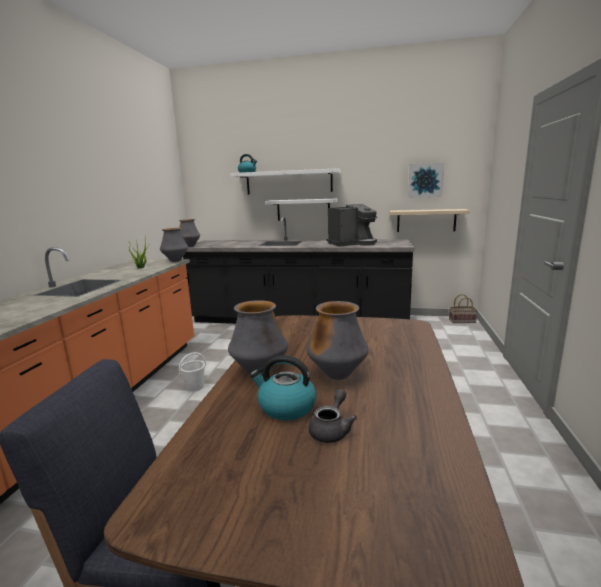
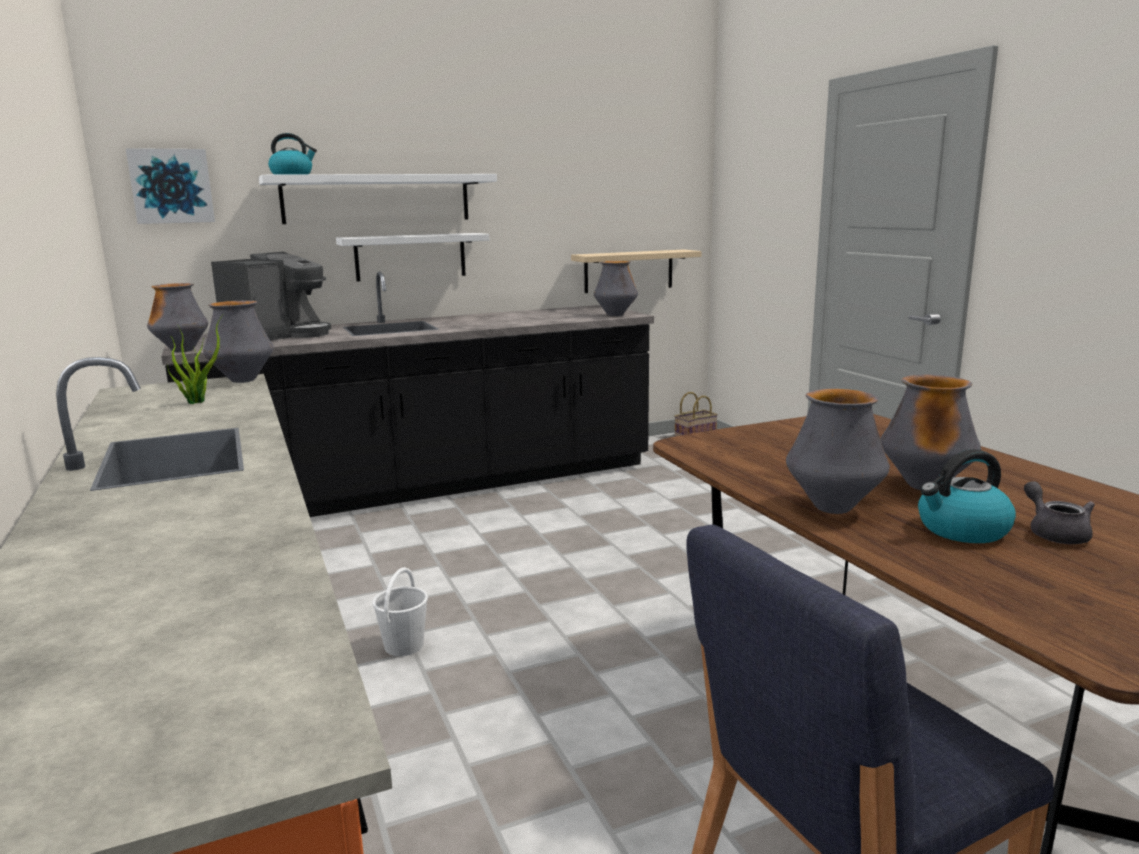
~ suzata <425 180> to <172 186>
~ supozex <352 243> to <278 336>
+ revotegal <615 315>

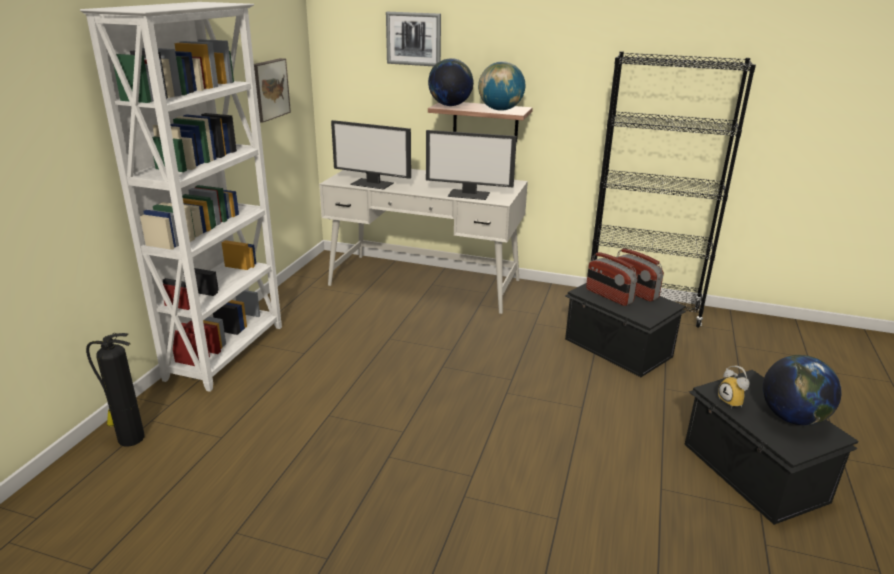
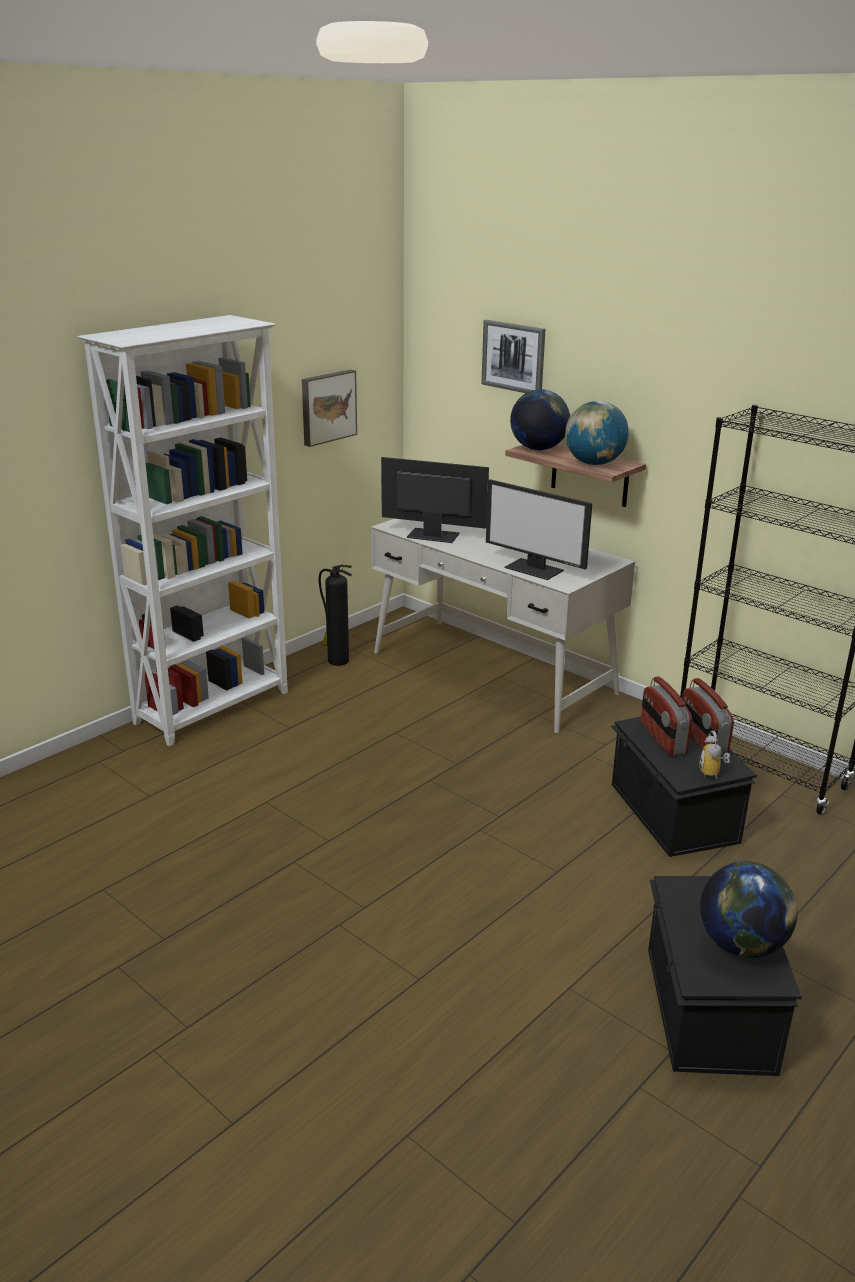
~ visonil <130 438> to <337 660>
~ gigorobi <373 183> = <432 536> 150 degrees clockwise
~ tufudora <733 402> to <713 773>

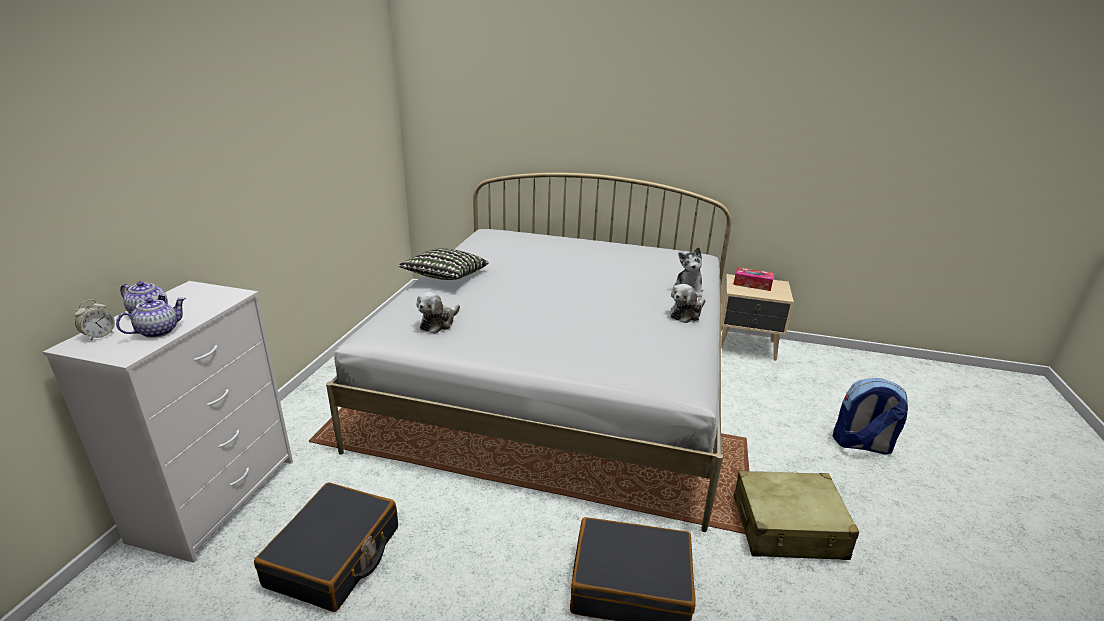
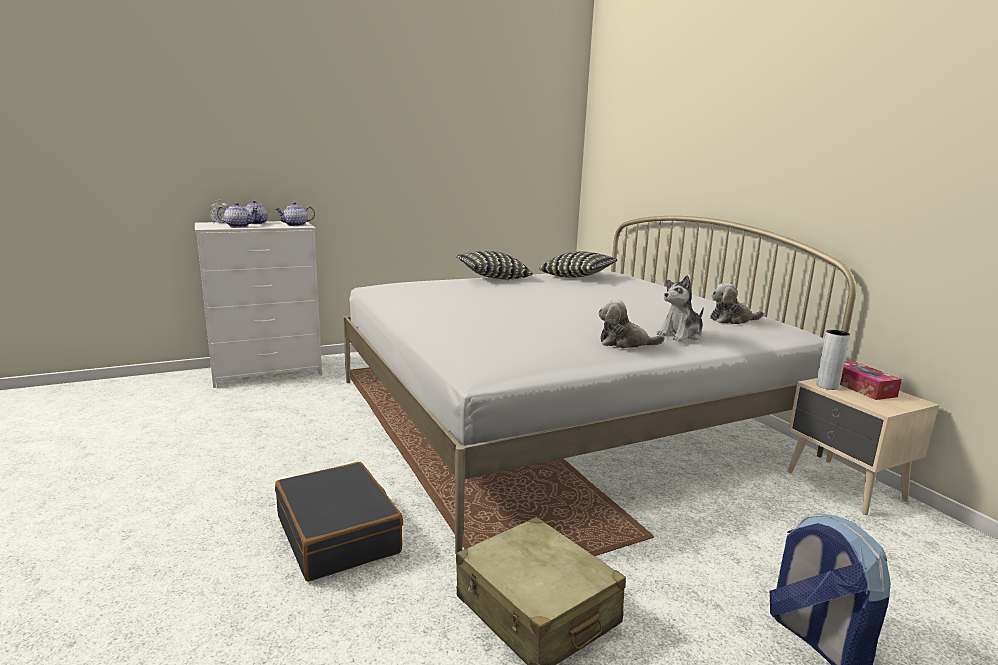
+ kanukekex <295 225>
+ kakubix <577 277>
~ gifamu <438 323> to <732 320>
+ revotegal (grey) <827 386>
- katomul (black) <335 557>

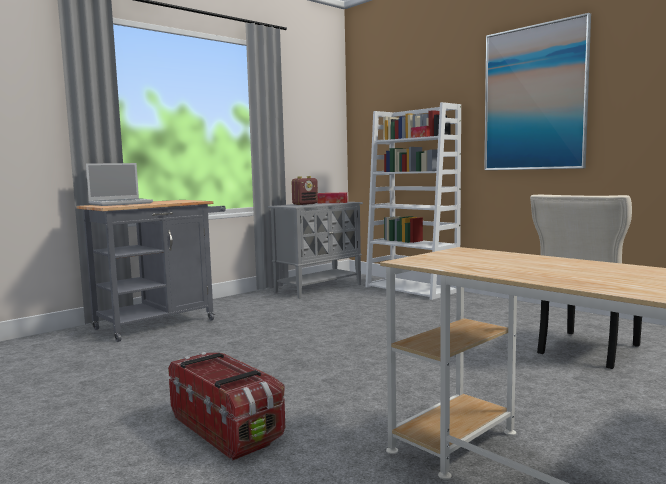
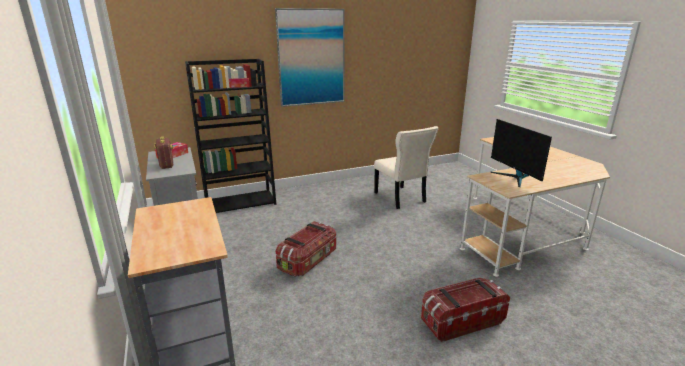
~ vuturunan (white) <412 289> to vuturunan (black) <241 202>
+ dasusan <308 261>
+ gigorobi <514 178>
- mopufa <121 204>

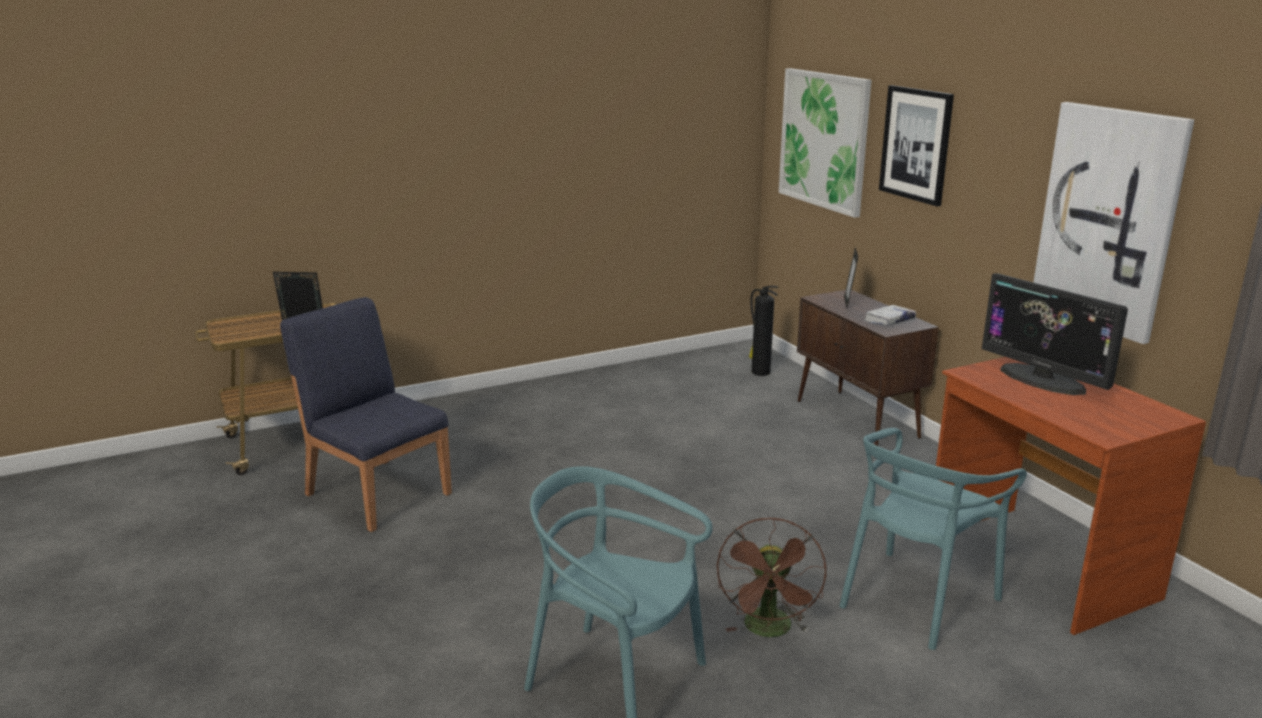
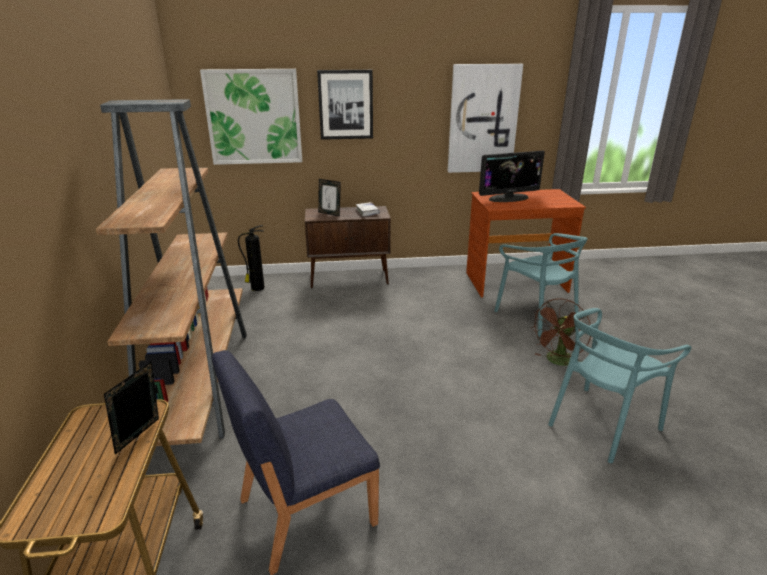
+ vuturunan (brown) <198 380>
~ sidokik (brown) <769 631> = <557 362> 105 degrees clockwise

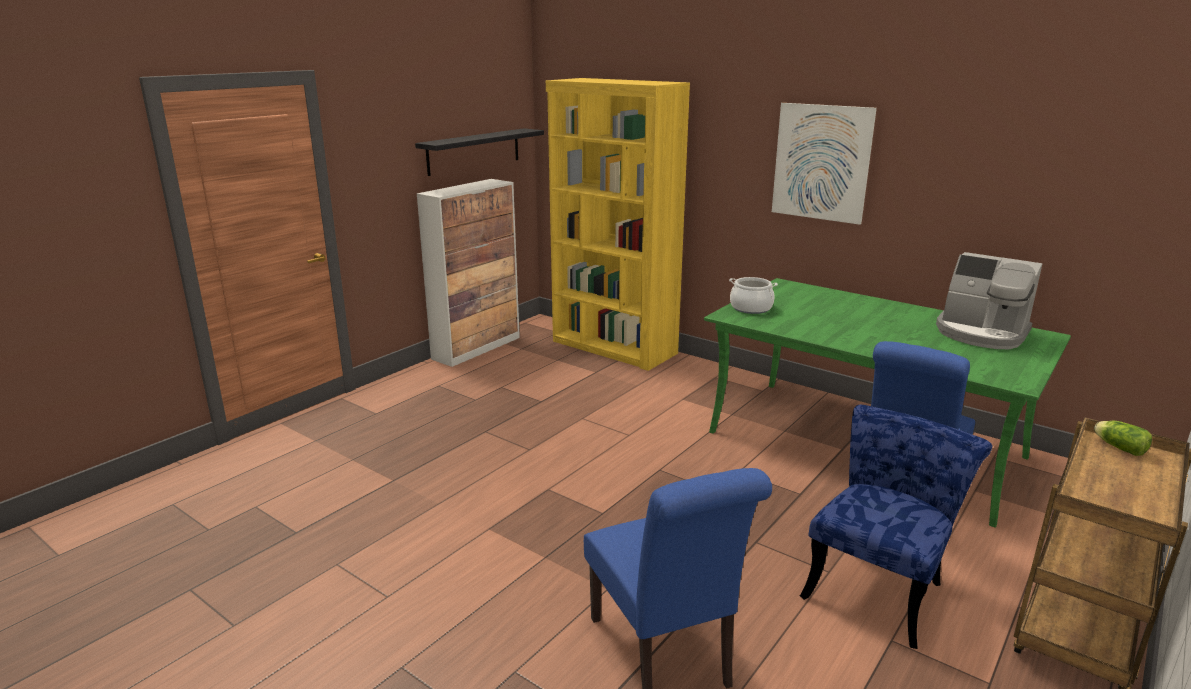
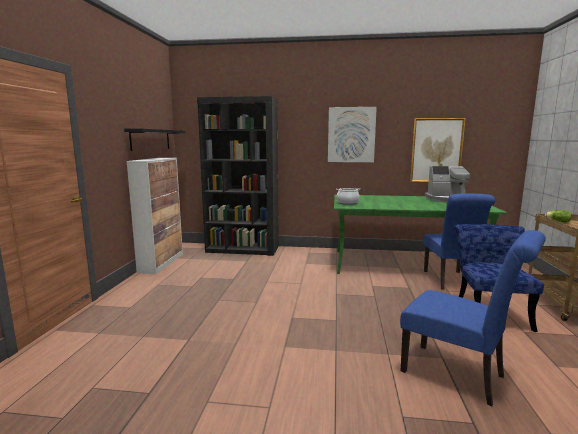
~ vuturunan (yellow) <614 347> to vuturunan (black) <242 249>
+ suzata <436 150>

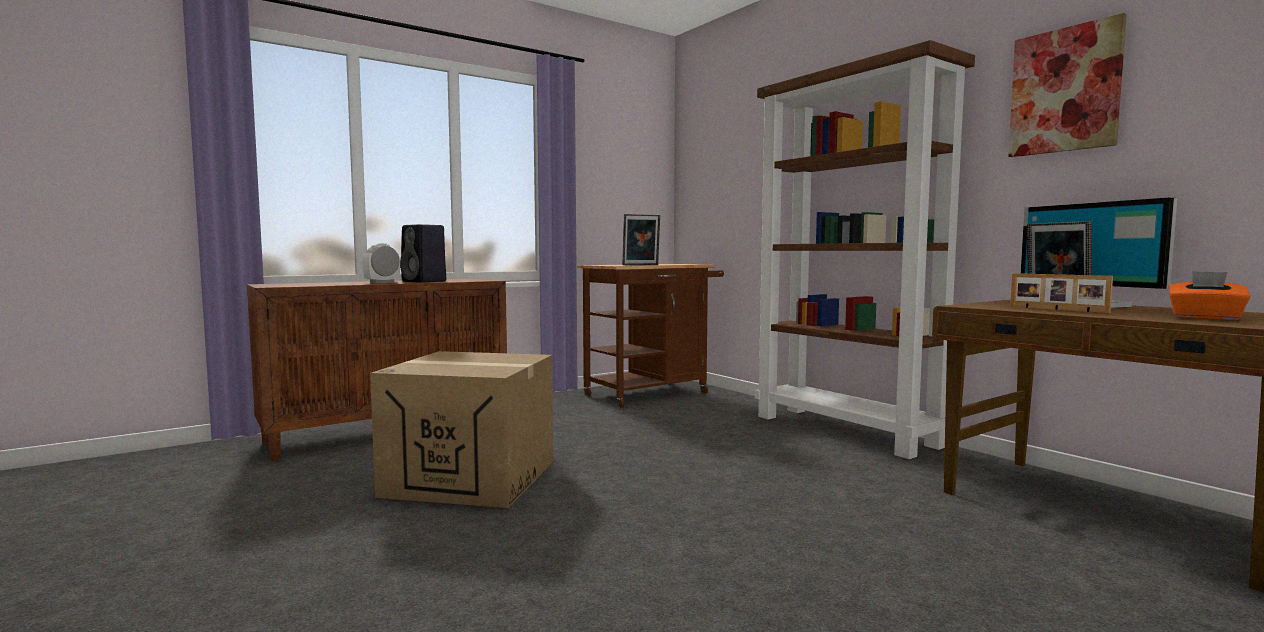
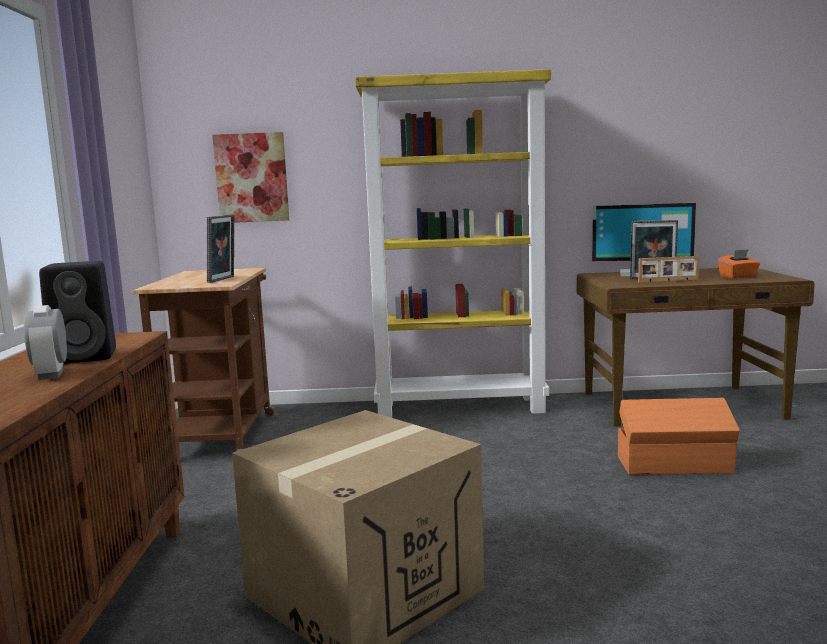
~ suzata <1064 90> to <251 178>
~ vuturunan (brown) <846 431> to vuturunan (yellow) <461 407>
+ dasusan (orange) <675 465>

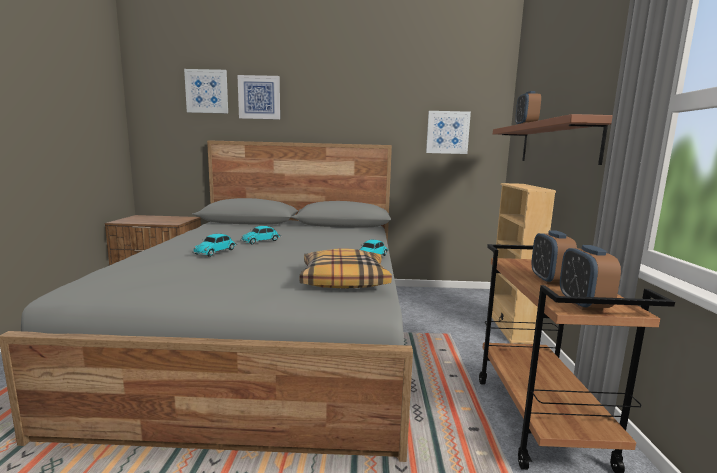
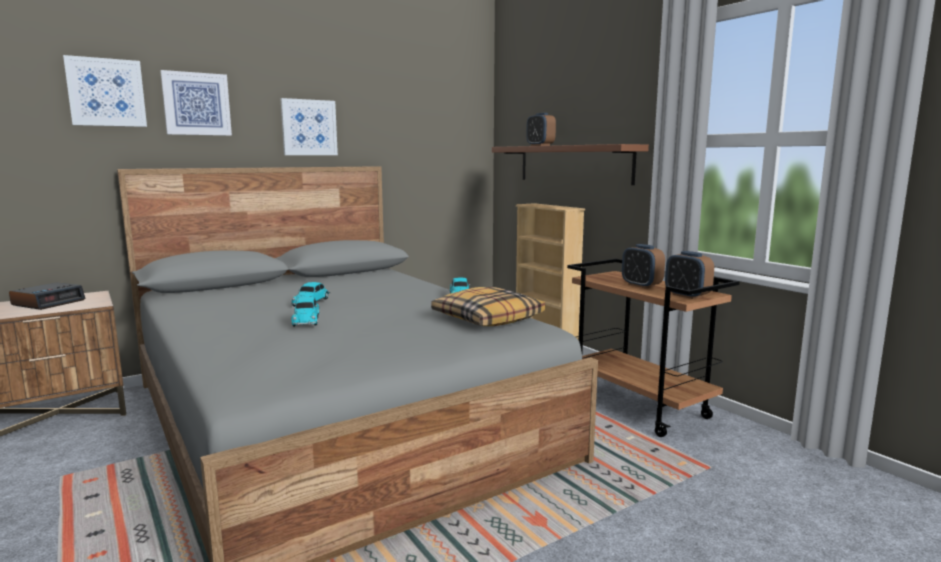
+ tufudora <49 302>
~ suzata <447 132> to <309 127>

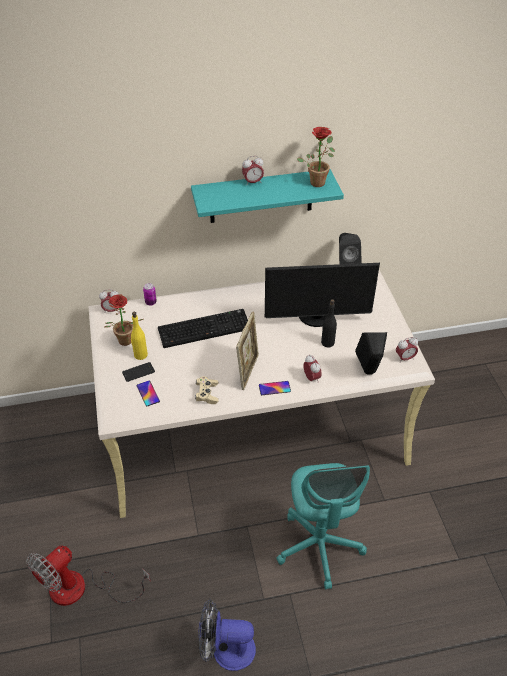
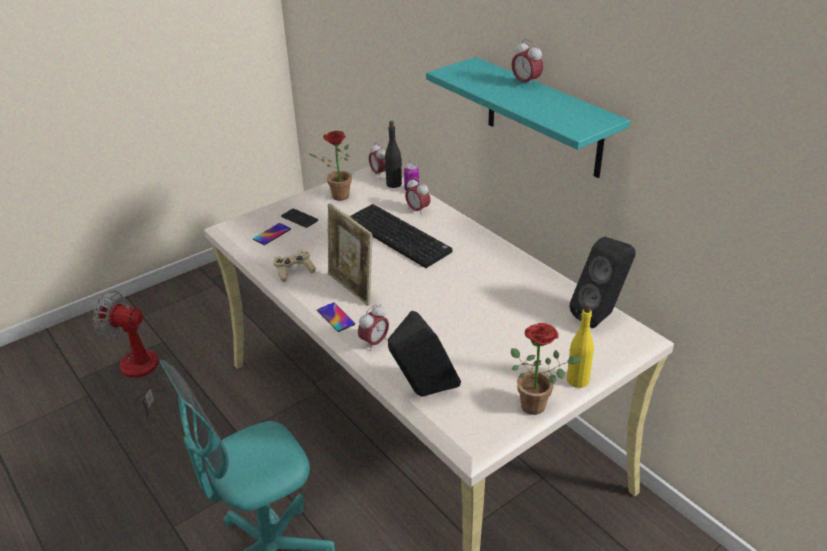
~ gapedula <248 371> = <351 288> 60 degrees clockwise
~ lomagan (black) <327 342> to <394 184>
~ tufudora <405 358> to <417 210>
~ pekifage <318 181> to <538 404>
~ lomagan (yellow) <140 355> to <577 380>
- sidokik <226 649>
- gigorobi <317 317>

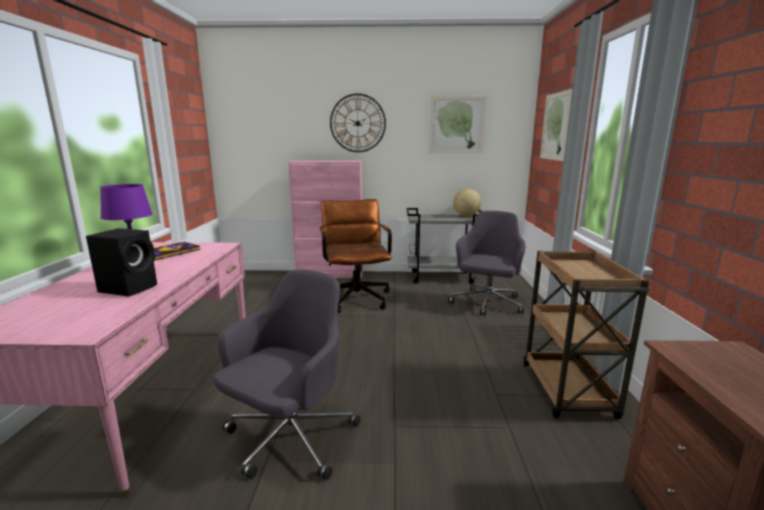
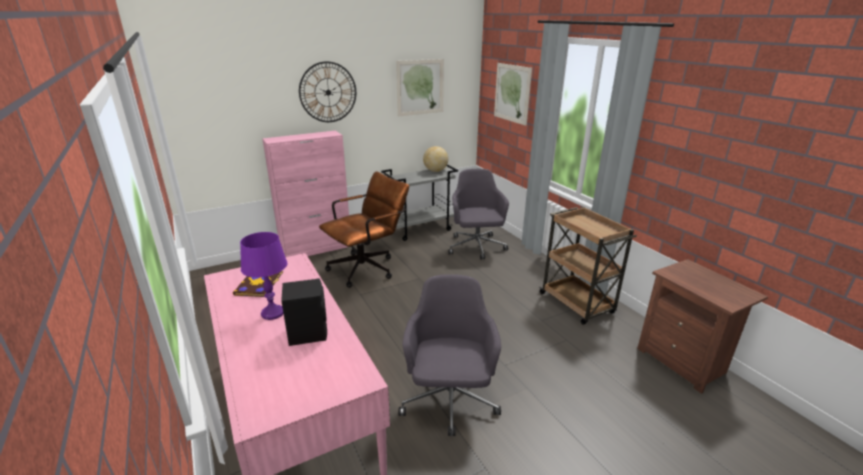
~ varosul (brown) <356 296> = <368 267> 90 degrees clockwise

